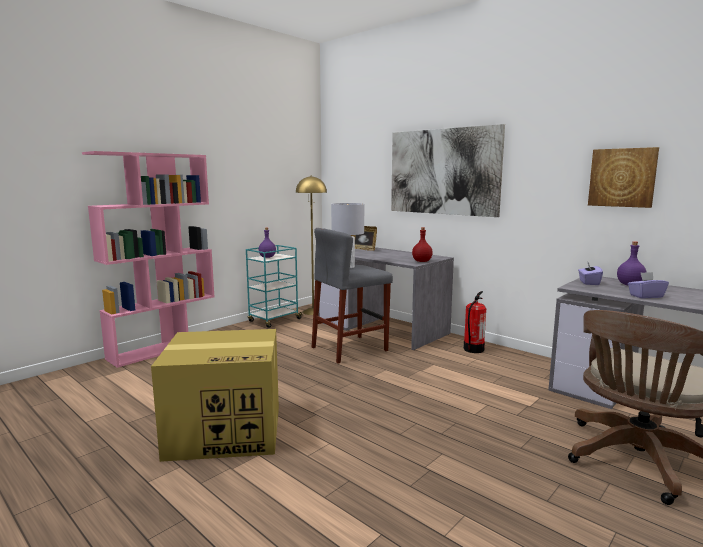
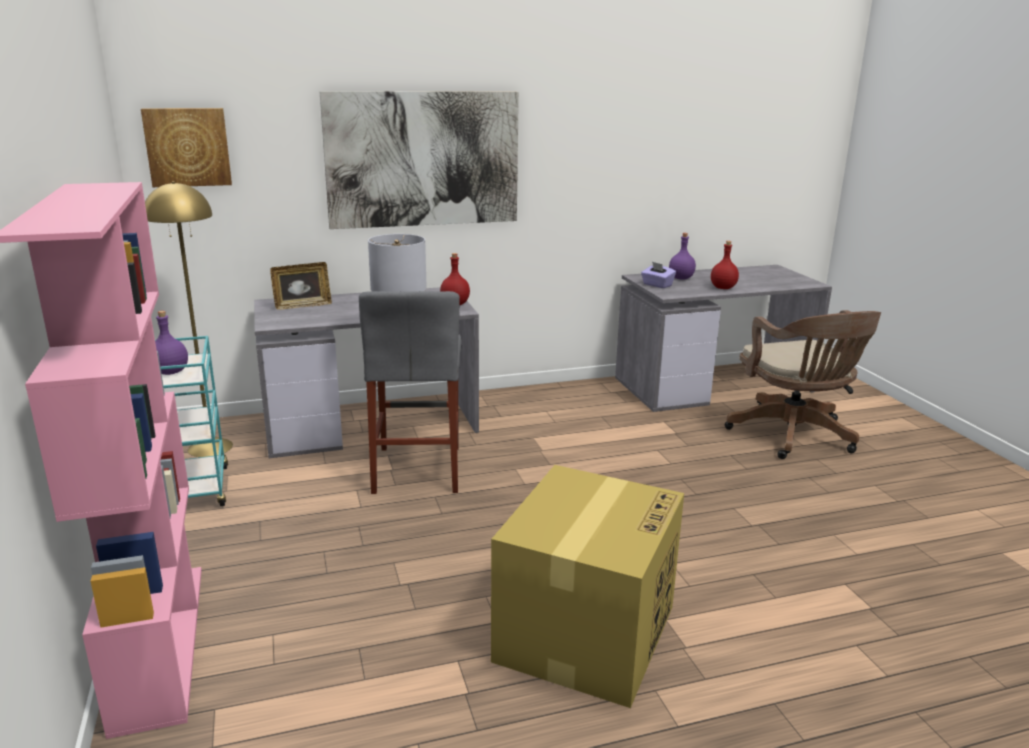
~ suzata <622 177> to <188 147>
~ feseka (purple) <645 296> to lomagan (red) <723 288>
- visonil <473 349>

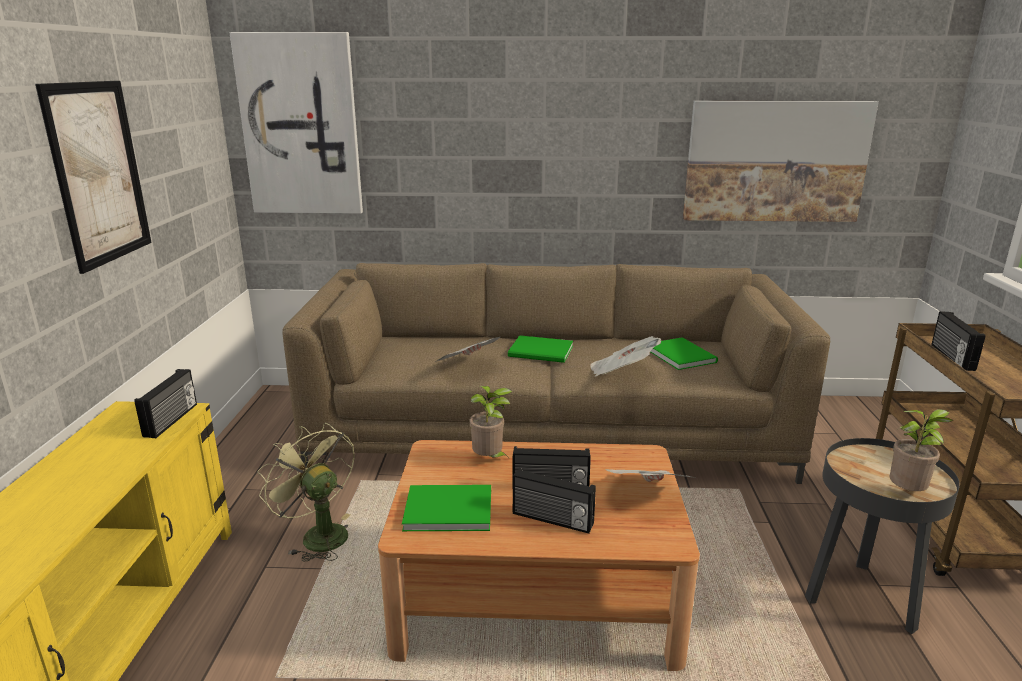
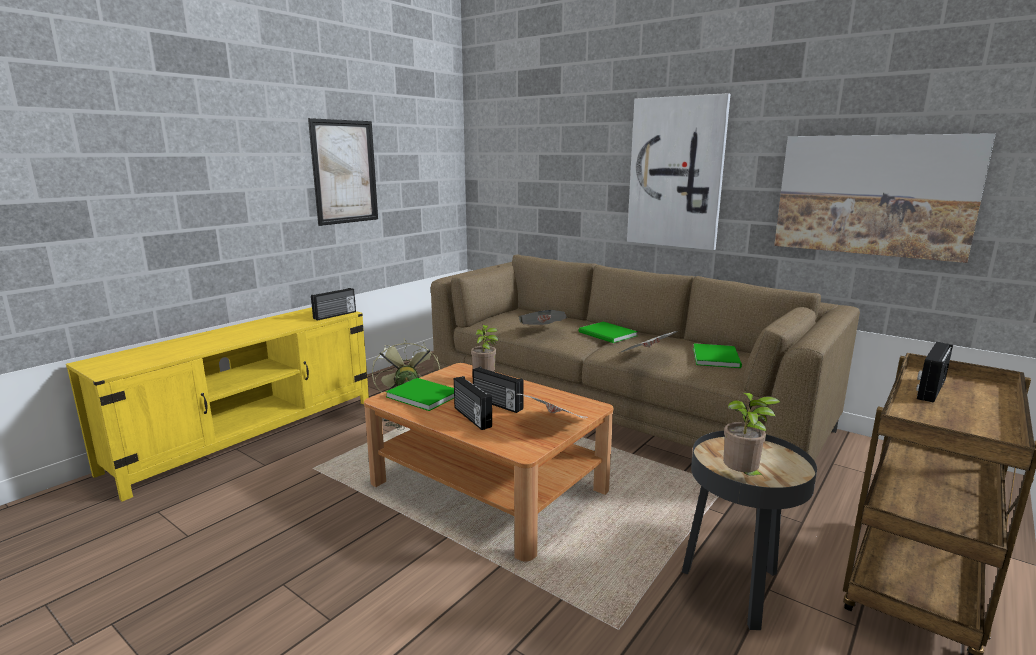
~ suzata <300 126> to <676 173>

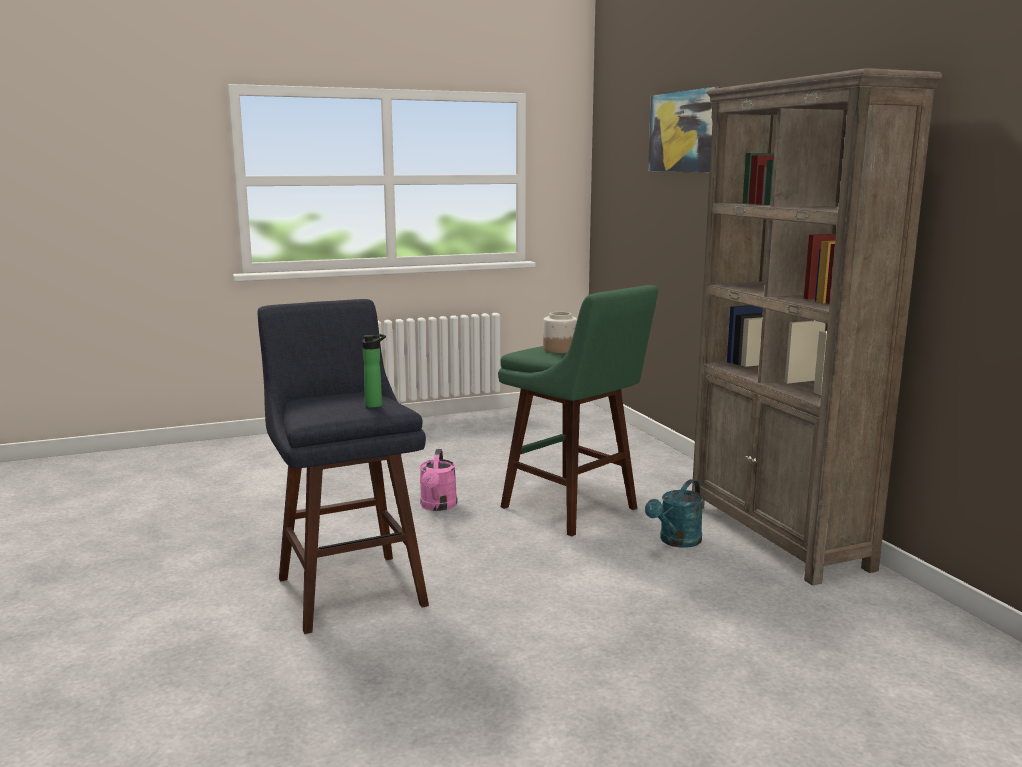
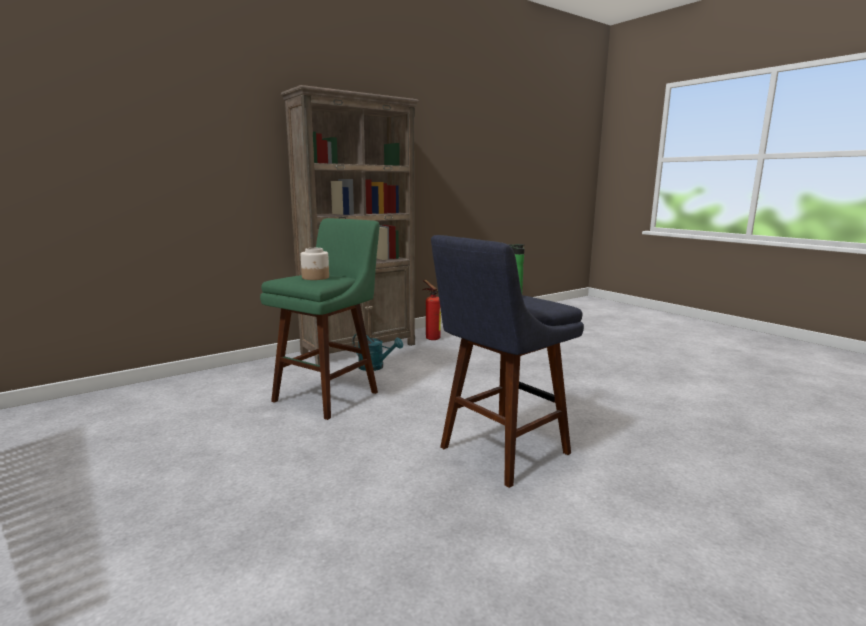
+ visonil <431 338>
- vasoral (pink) <438 506>
- suzata <684 132>

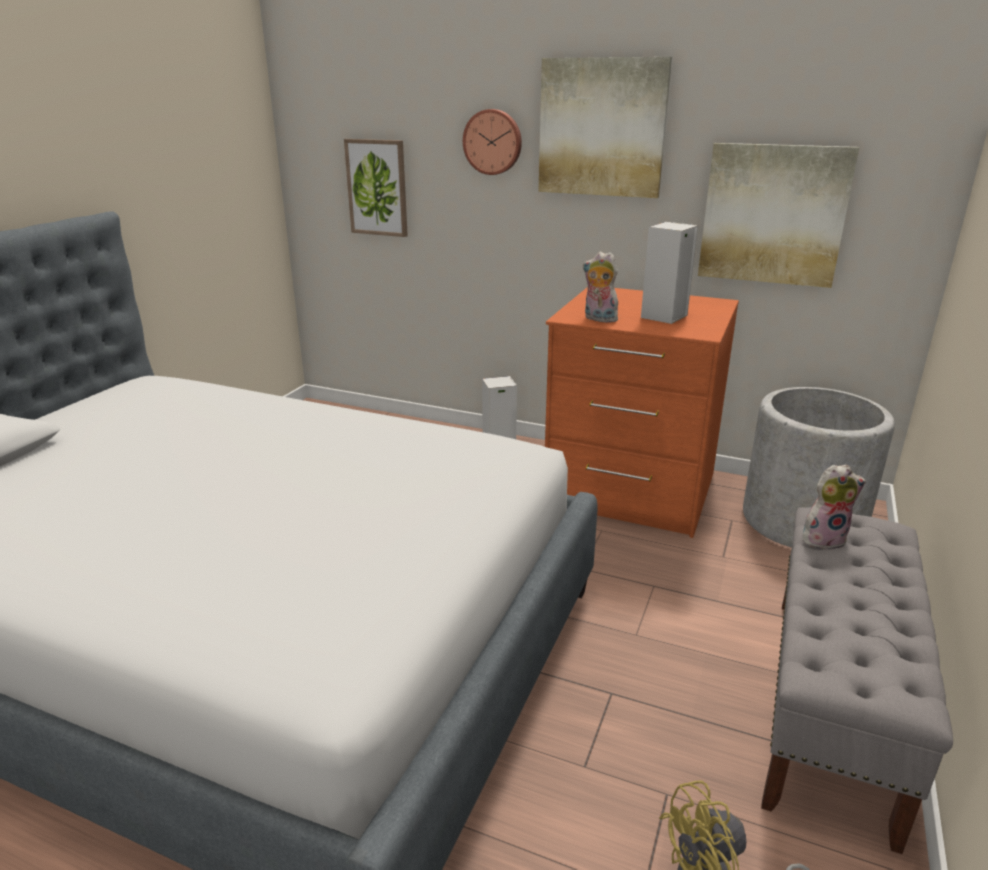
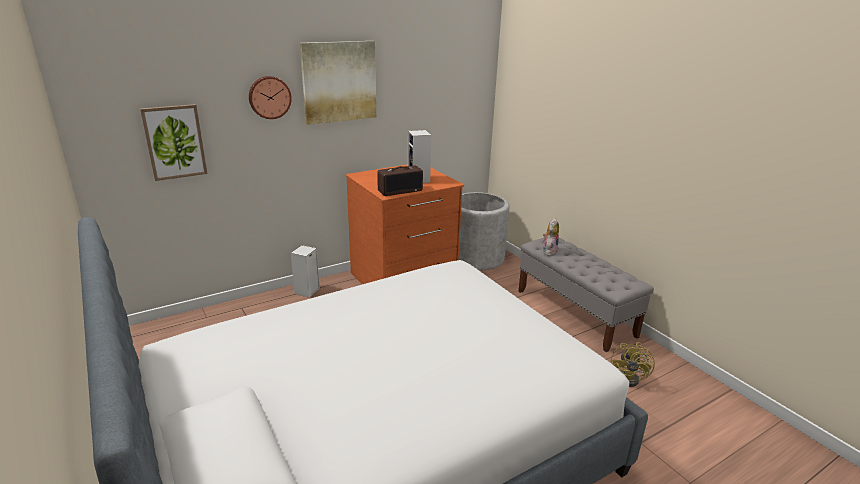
~ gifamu <598 319> to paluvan <400 190>
- suzata <773 214>

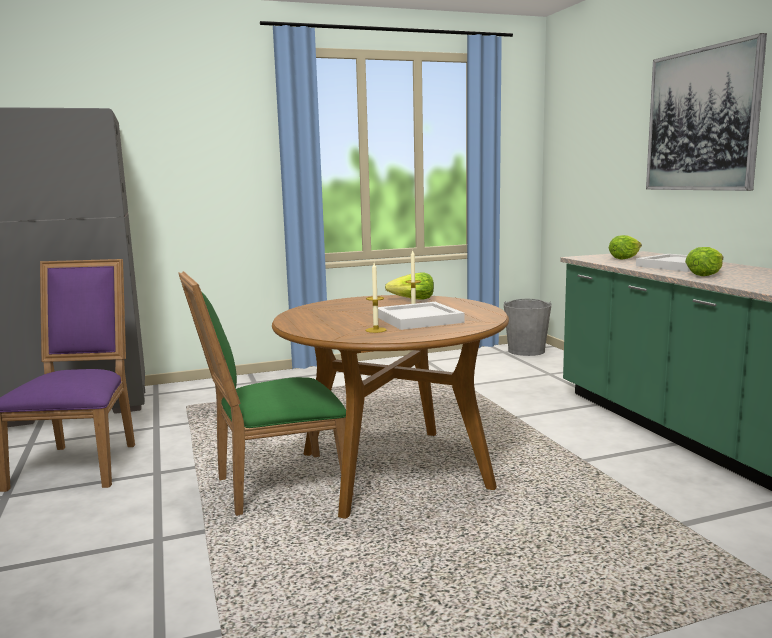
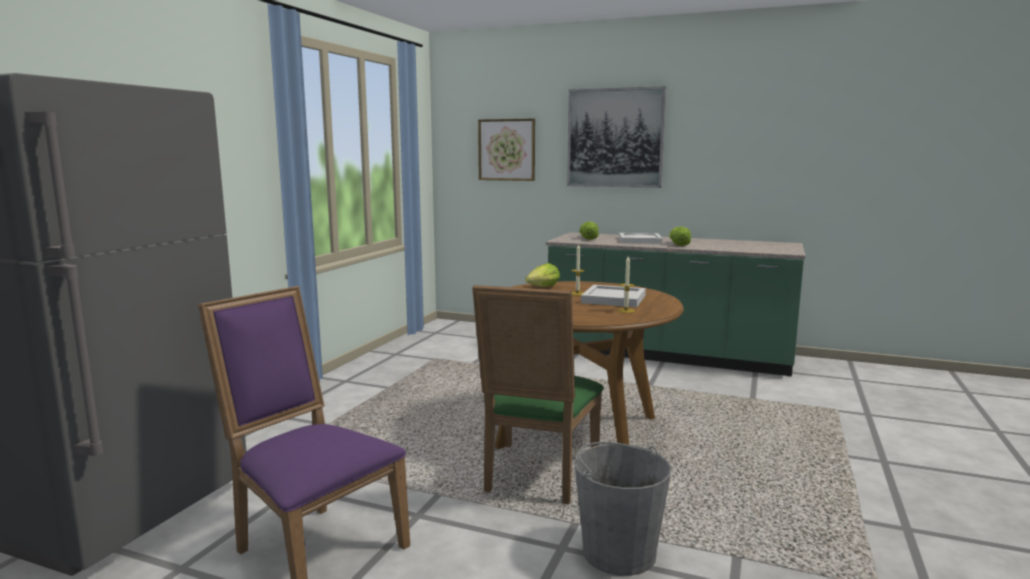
+ suzata <507 150>
~ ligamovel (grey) <526 351> to <618 552>

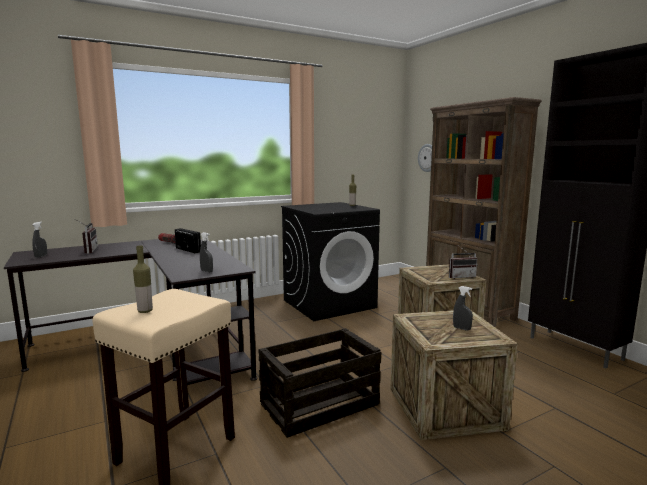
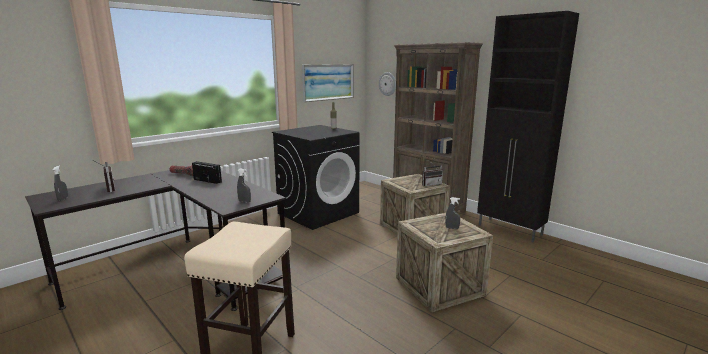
+ suzata <328 82>
- lomagan <145 311>
- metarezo <320 403>

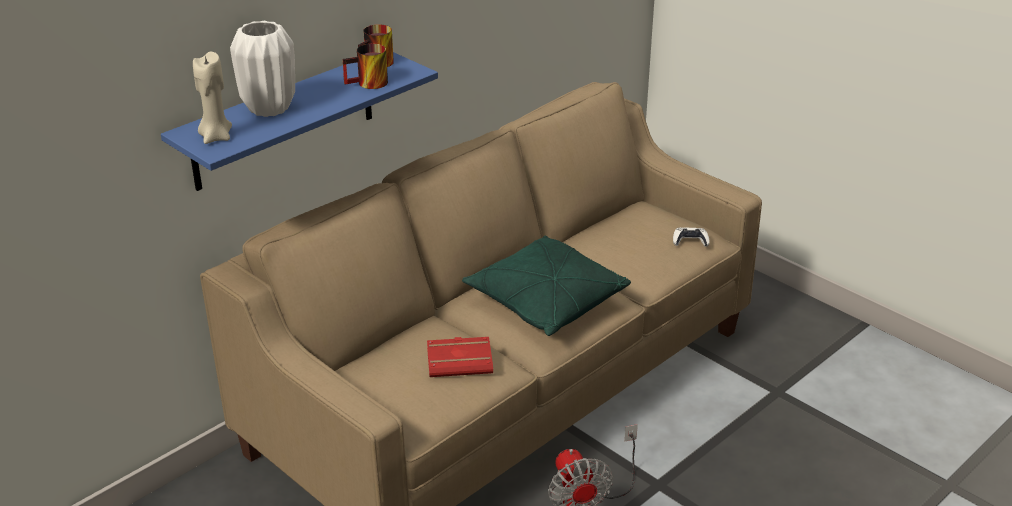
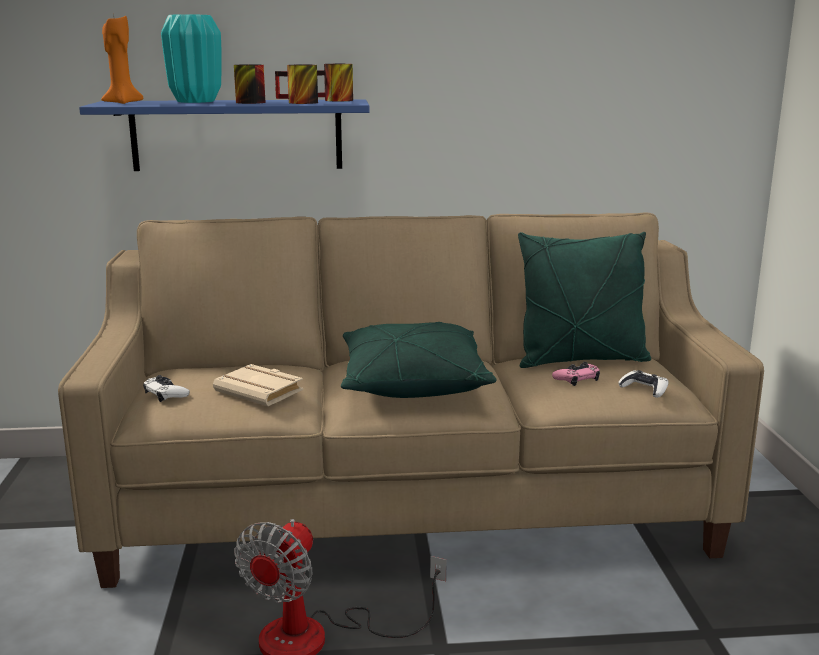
~ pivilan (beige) <216 137> to pivilan (orange) <122 103>
+ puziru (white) <165 393>
~ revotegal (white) <268 108> to revotegal (turquoise) <195 101>
~ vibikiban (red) <461 361> to vibikiban (beige) <262 391>
+ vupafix <248 102>
+ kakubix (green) <581 360>
+ puziru (pink) <577 378>

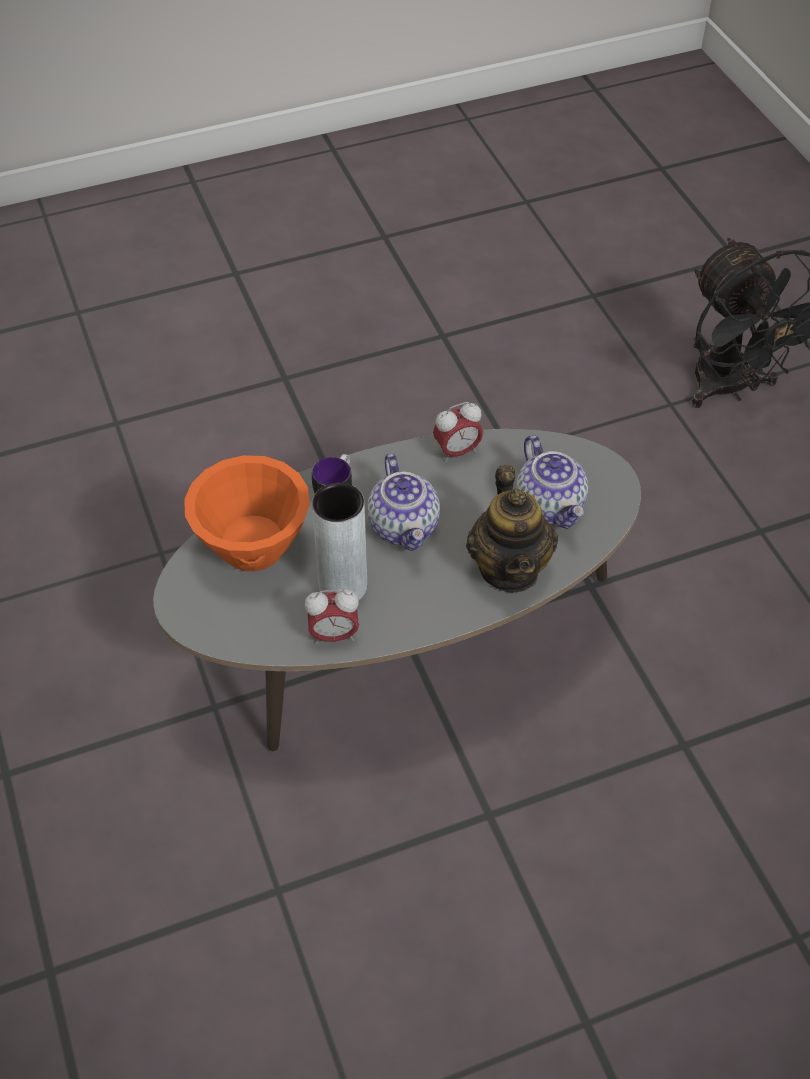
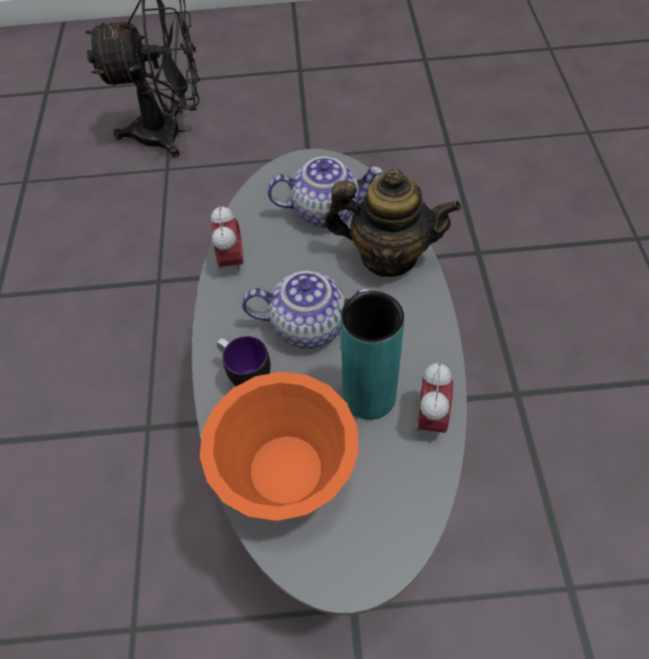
~ revotegal (grey) <343 586> to revotegal (turquoise) <369 396>

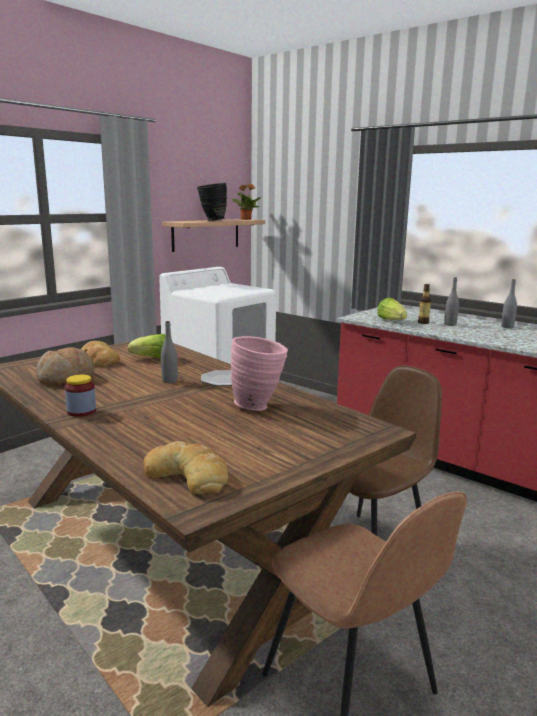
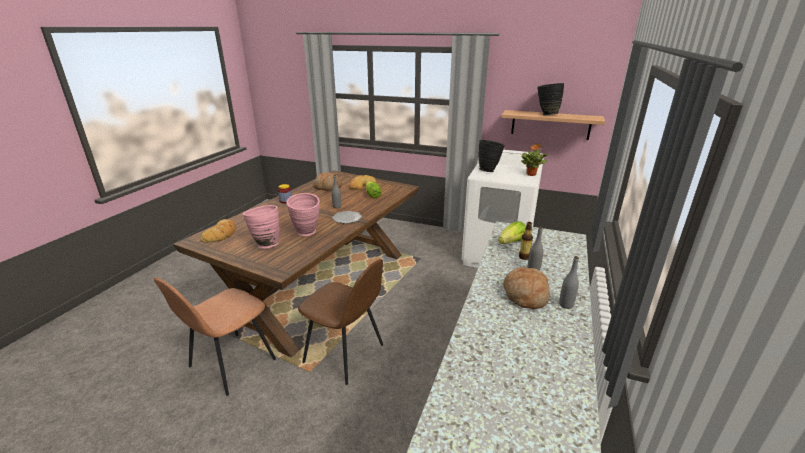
+ revotegal (pink) <265 244>
+ revotegal (black) <489 170>
+ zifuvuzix <525 295>
~ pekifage <245 219> to <531 174>

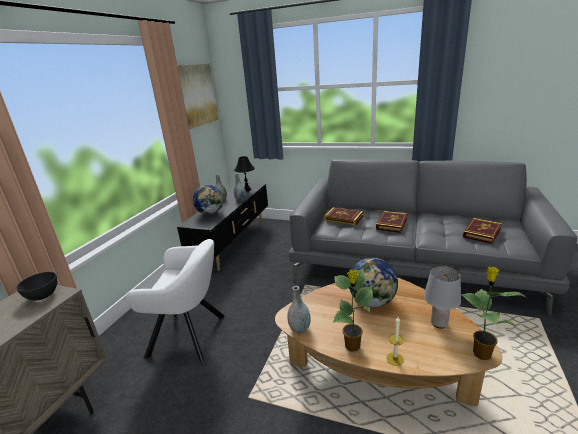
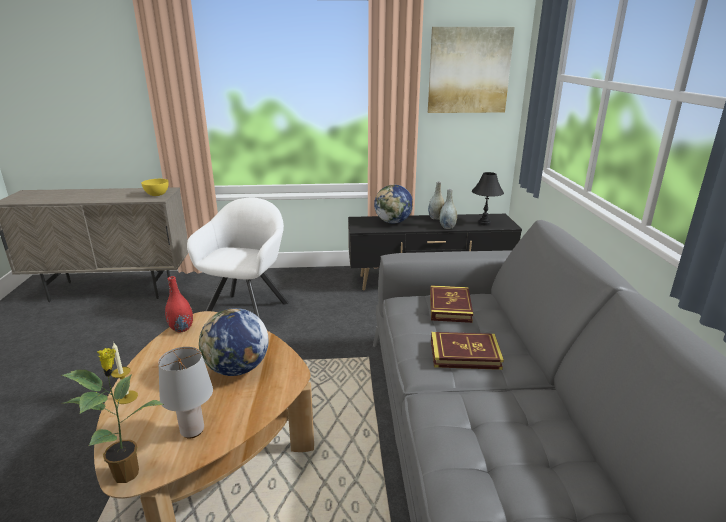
~ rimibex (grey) <42 296> to rimibex (yellow) <157 194>
~ revotegal (grey) <299 329> to revotegal (red) <181 328>
~ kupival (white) <191 336> = <248 310> 150 degrees counterclockwise
- pekifage <352 346>
- vibikiban <482 233>

